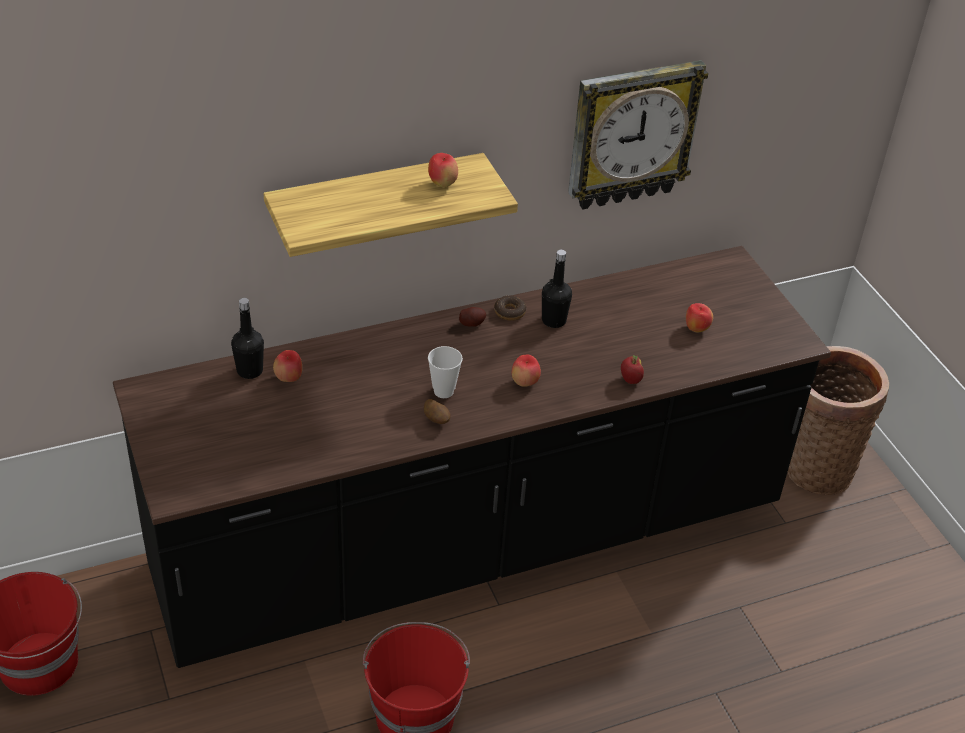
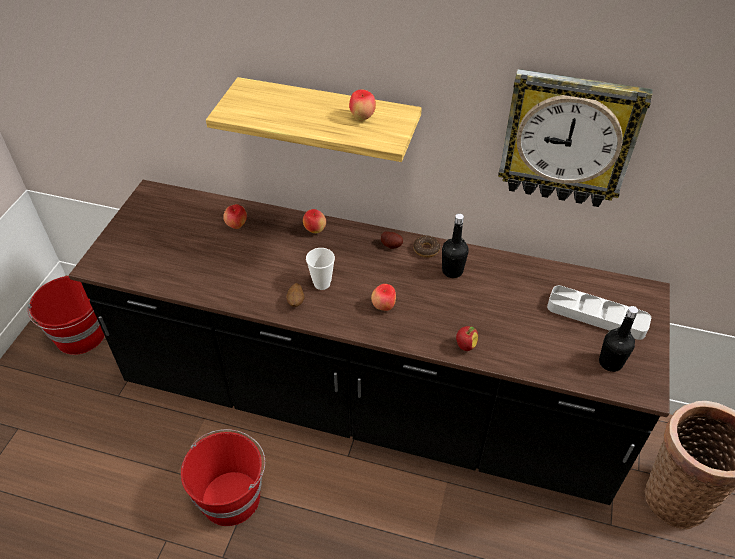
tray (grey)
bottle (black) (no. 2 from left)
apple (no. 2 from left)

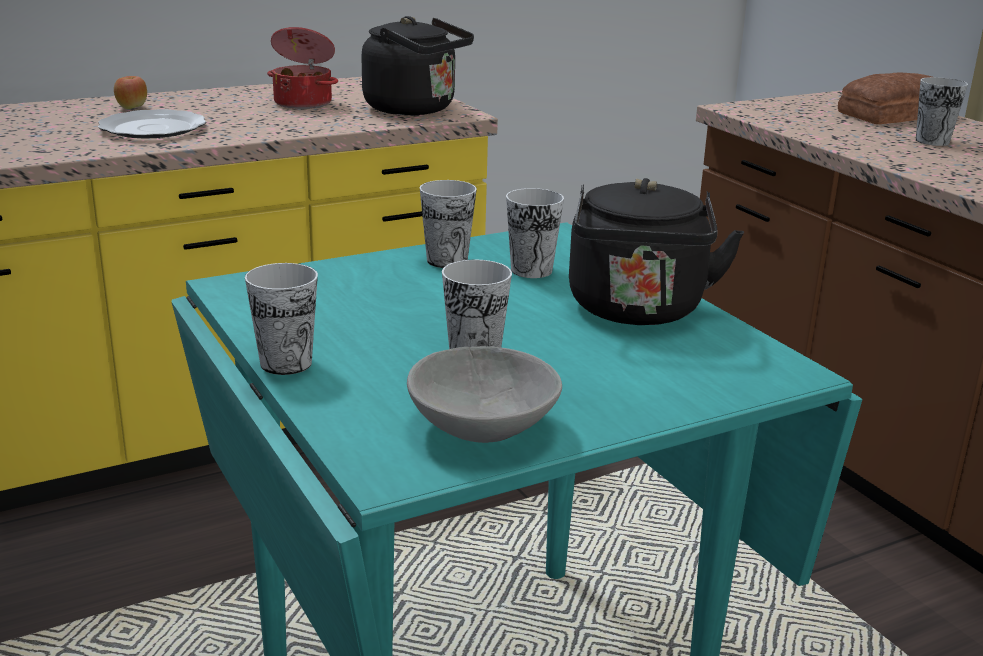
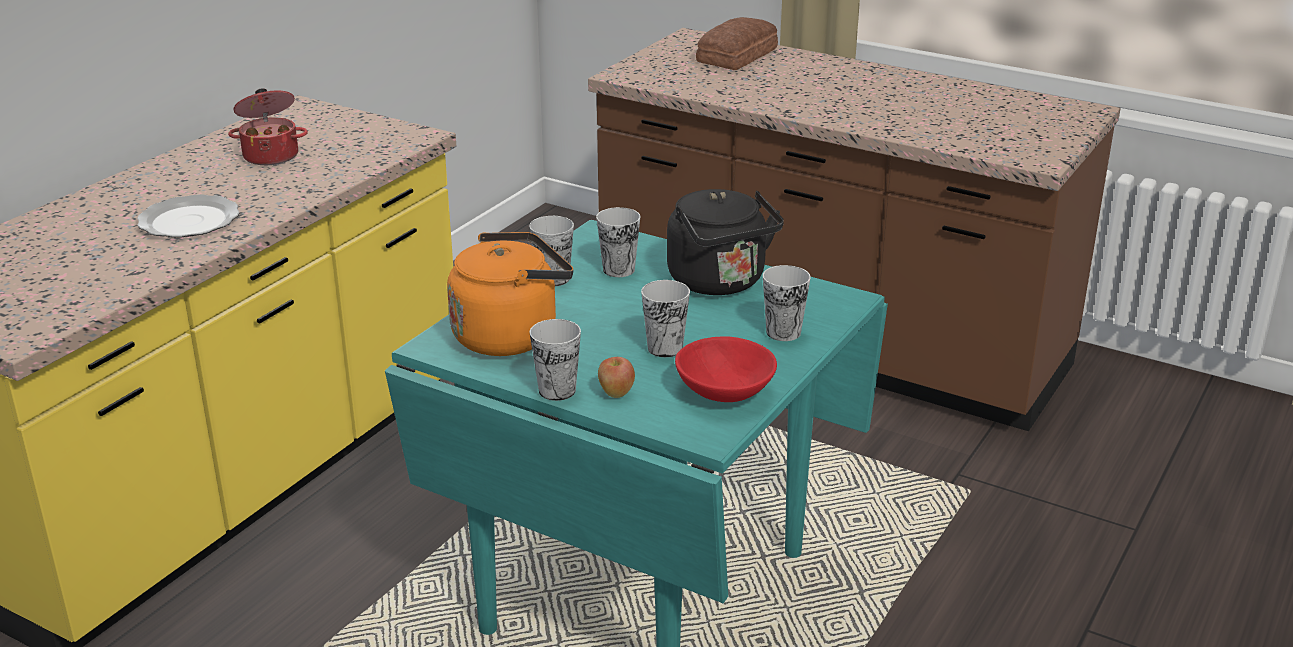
kettle (black) (no. 1 from left in the first image)
kettle (orange)
apple
cup (no. 5 from left)
bowl (red)

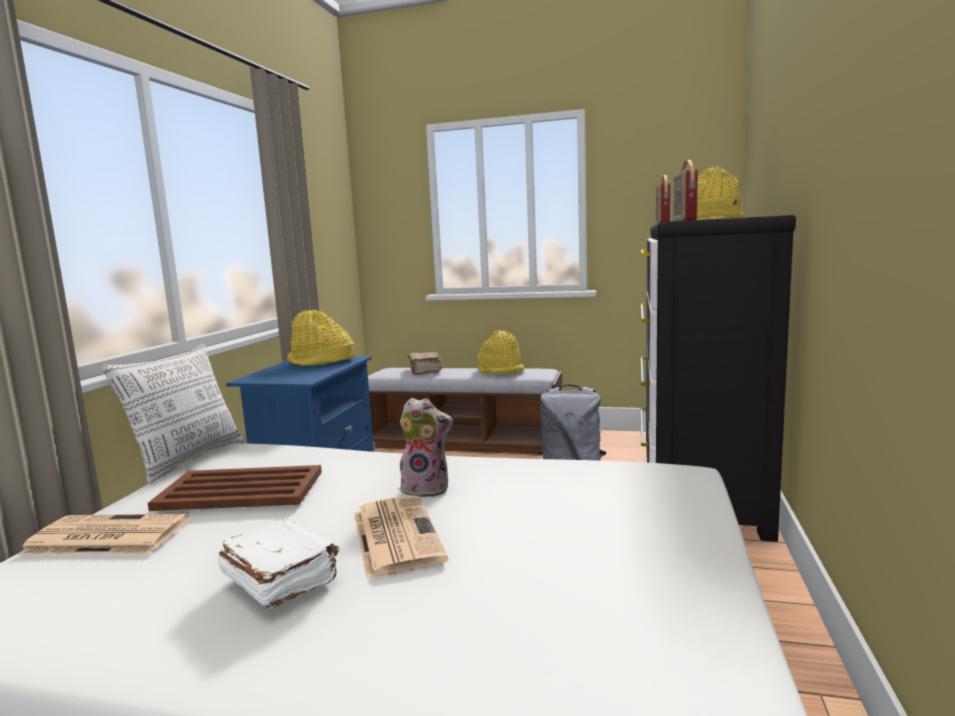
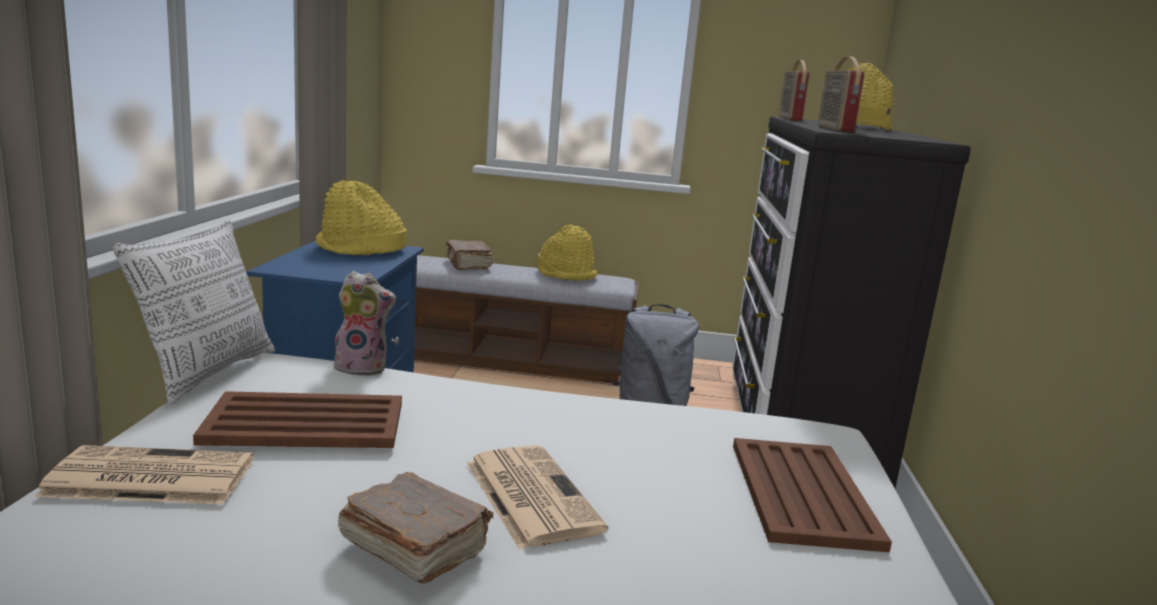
tray (brown) (no. 2 from left)
plush toy
book (brown) (no. 1 from left)

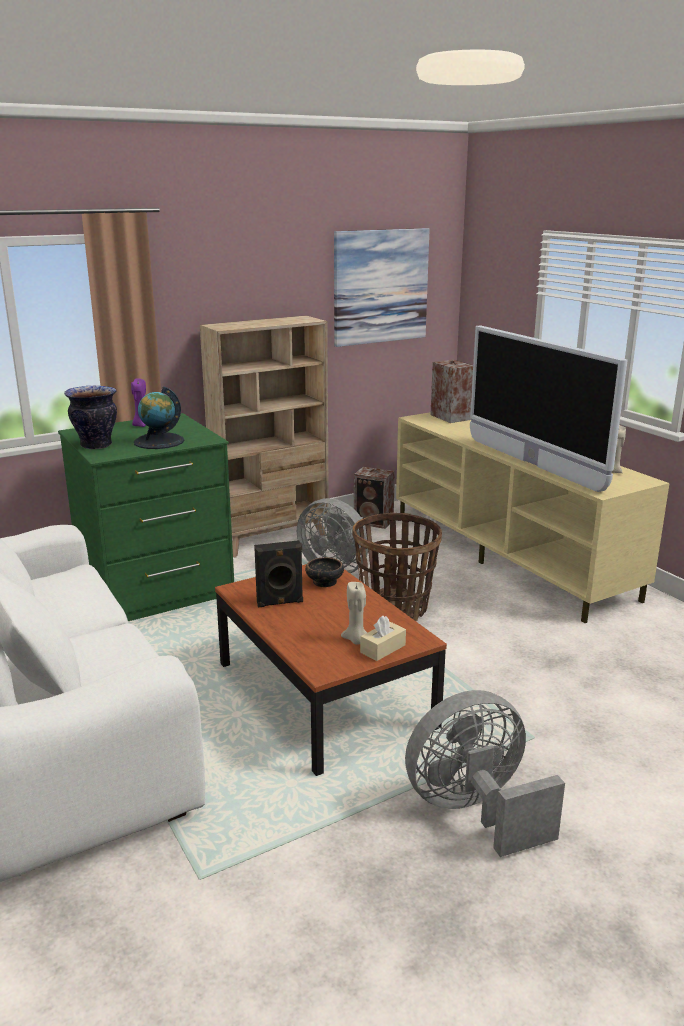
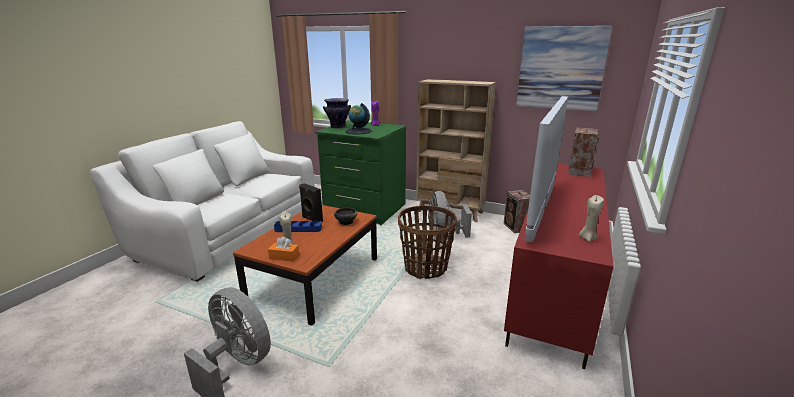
tray (blue)
tissue box (orange)
tv stand (red)

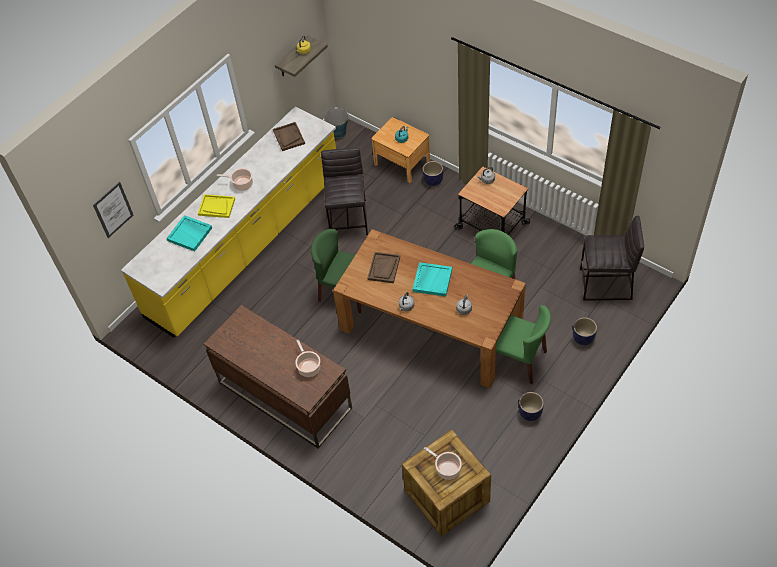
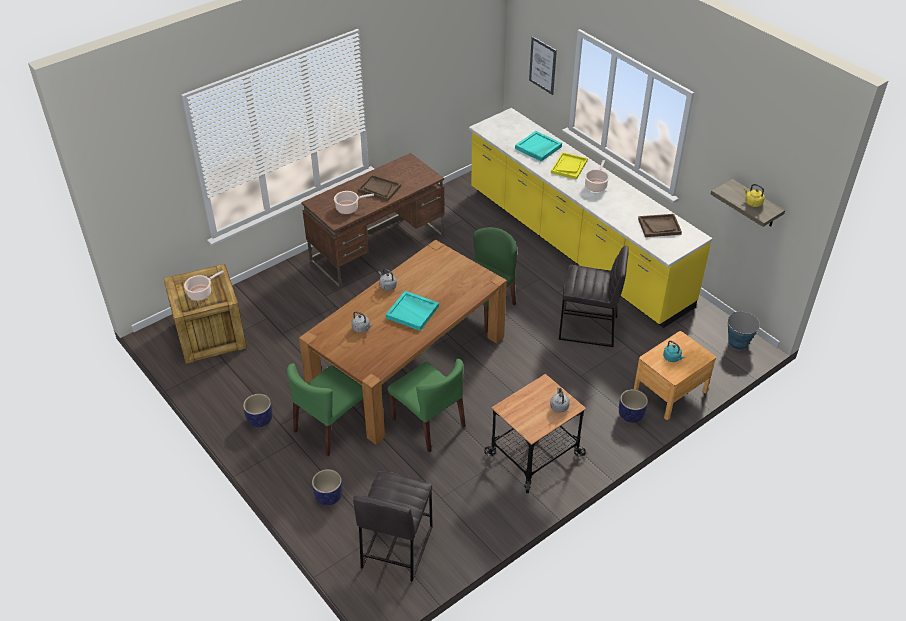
tray (brown) (no. 1 from left)

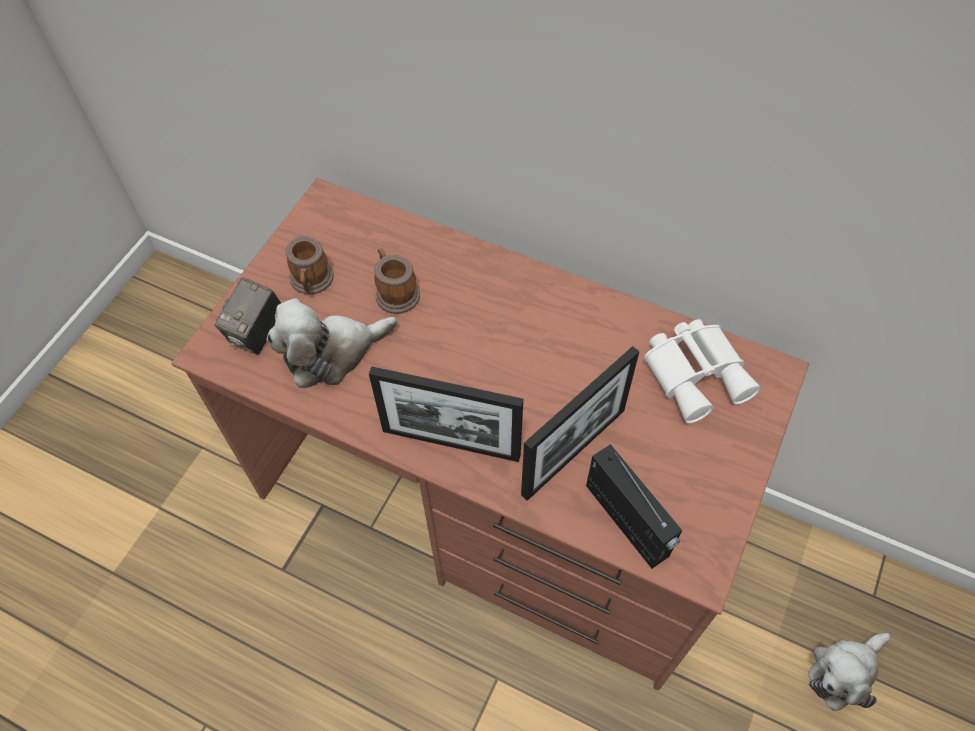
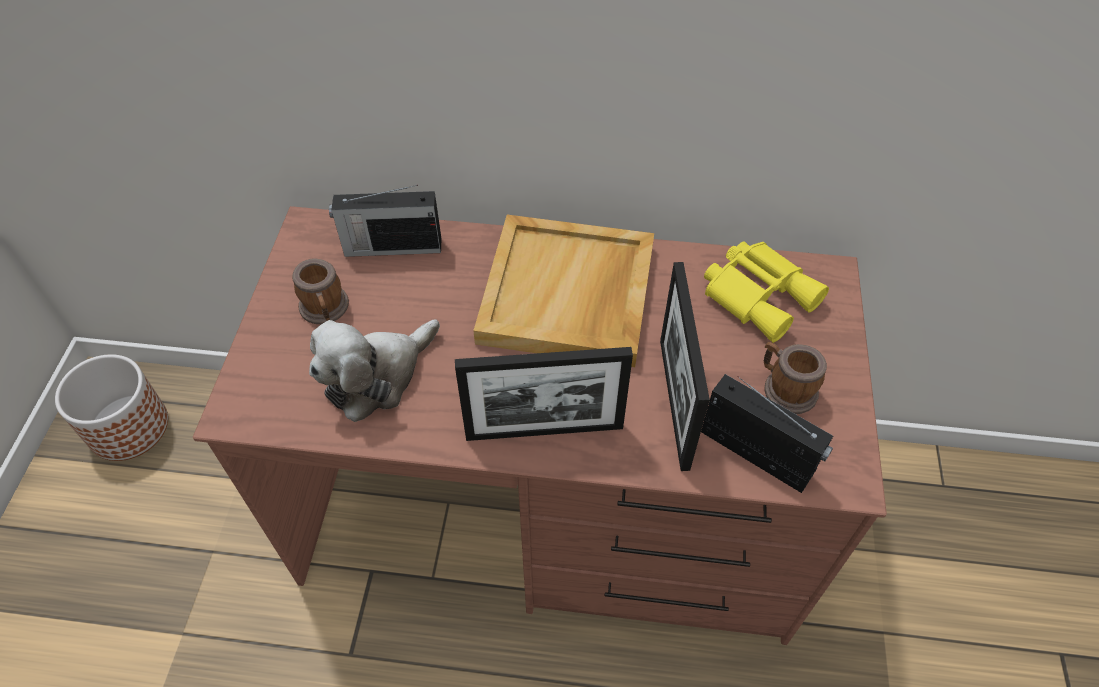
photo camera
plush toy (no. 2 from left in the first image)
planter
radio (no. 1 from left)
tray (beige)
mug (no. 2 from left)
binoculars (yellow)
picture frame (no. 2 from left)

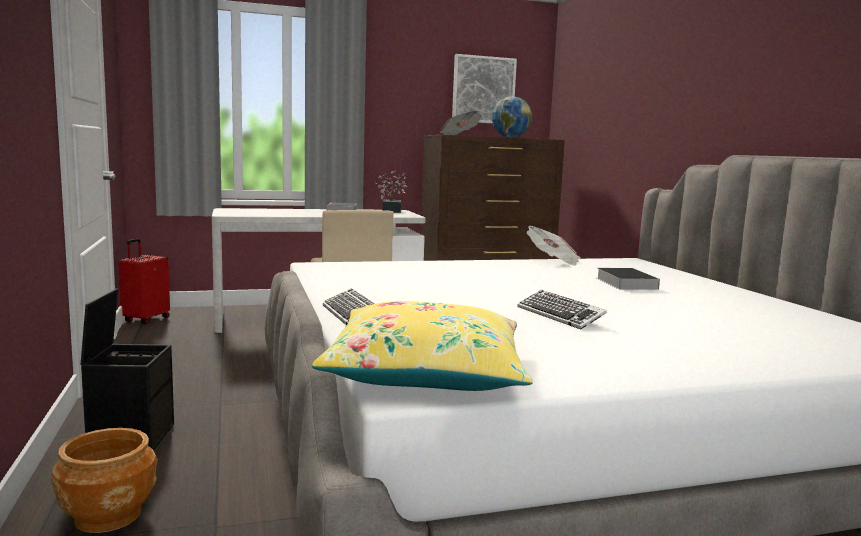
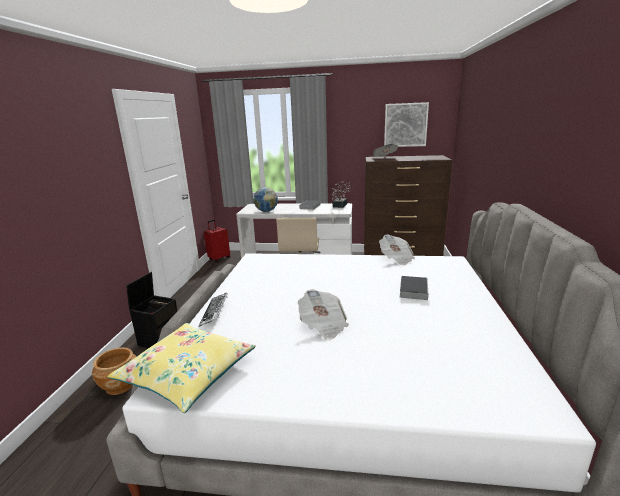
globe
newspaper (no. 1 from left)

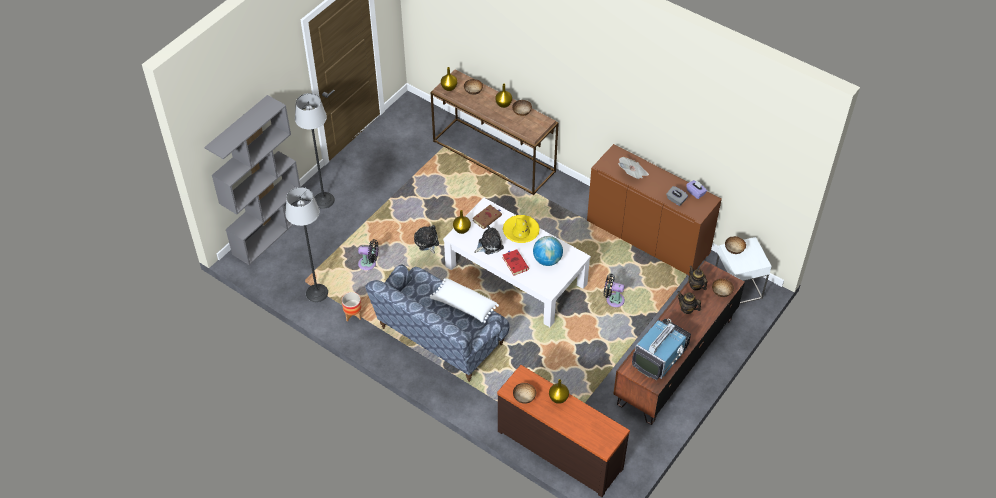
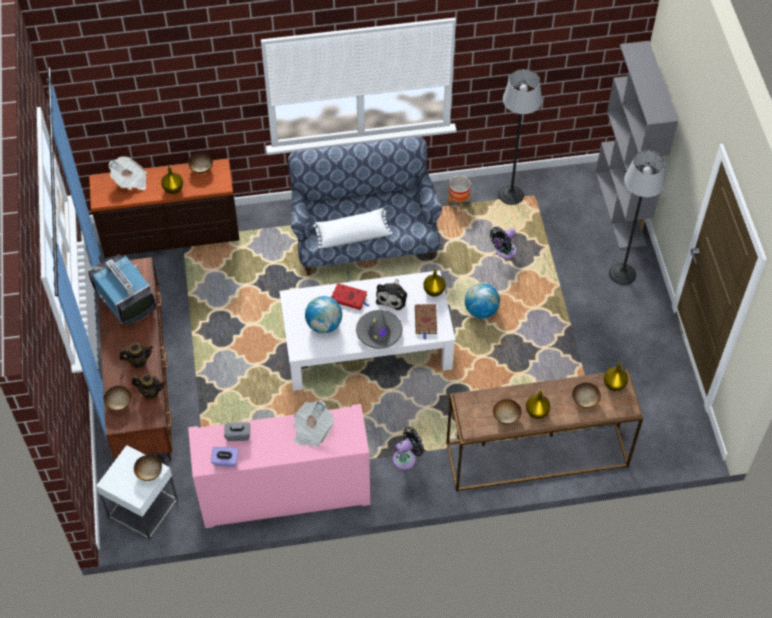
newspaper (no. 1 from left)
fan (black) (no. 1 from left)
globe (no. 2 from left)
hat (grey)
cabinet (pink)
television

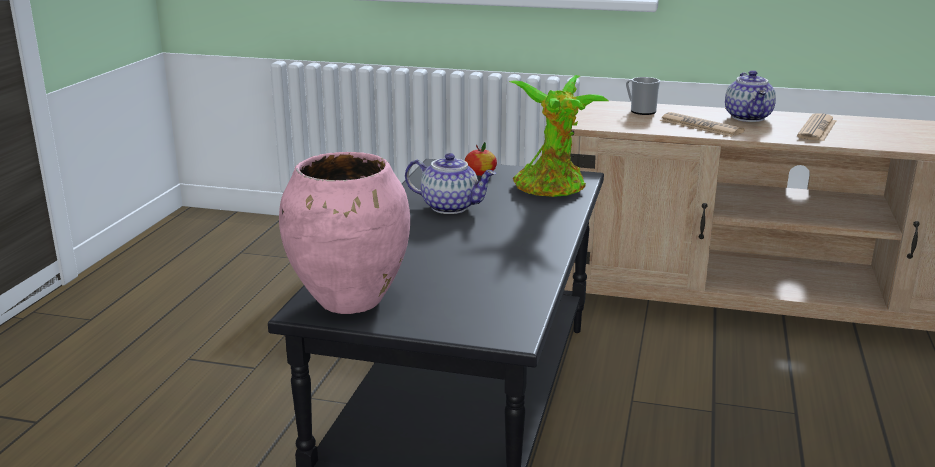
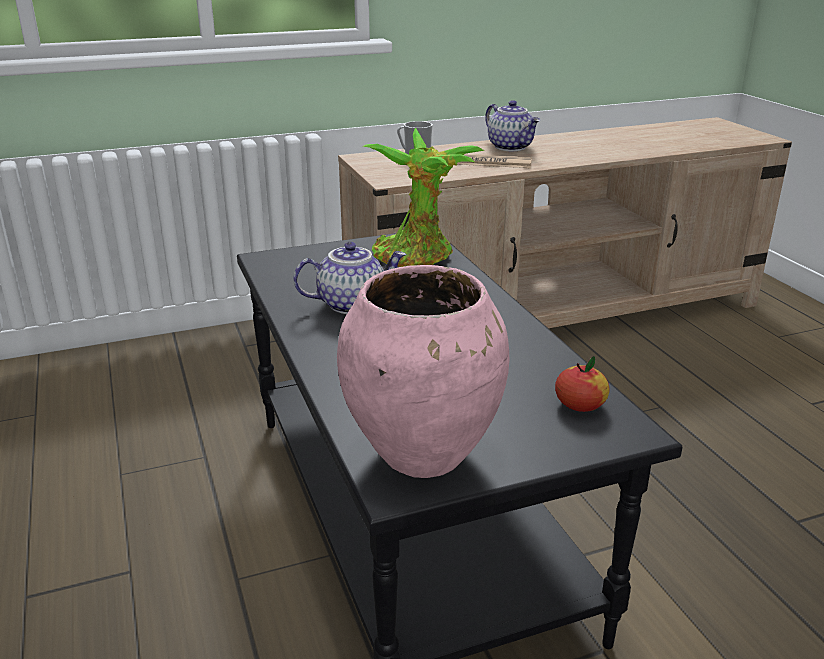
newspaper (no. 2 from left in the first image)
apple

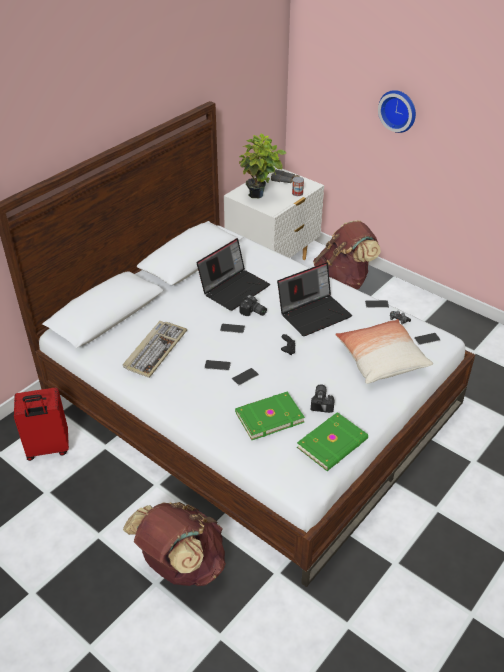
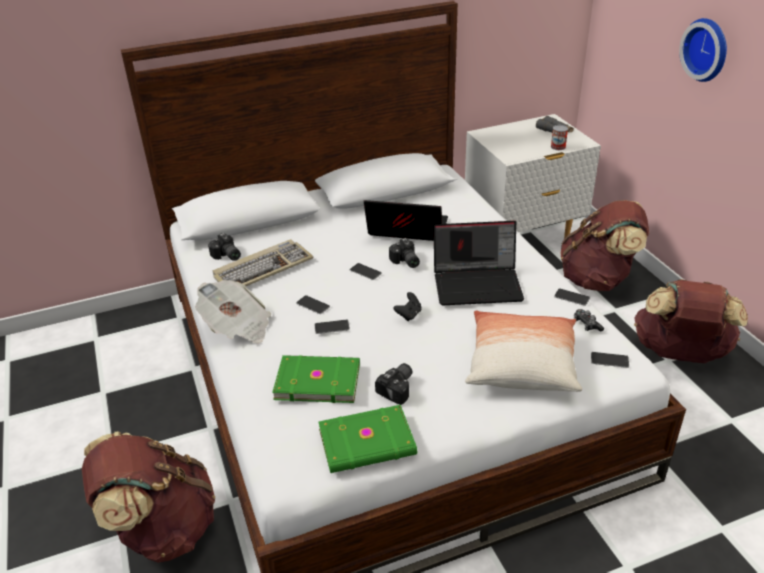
suitcase (red)
potted plant
newspaper
photo camera (no. 1 from left)
backpack (brown) (no. 3 from left)
laptop (no. 1 from left)

